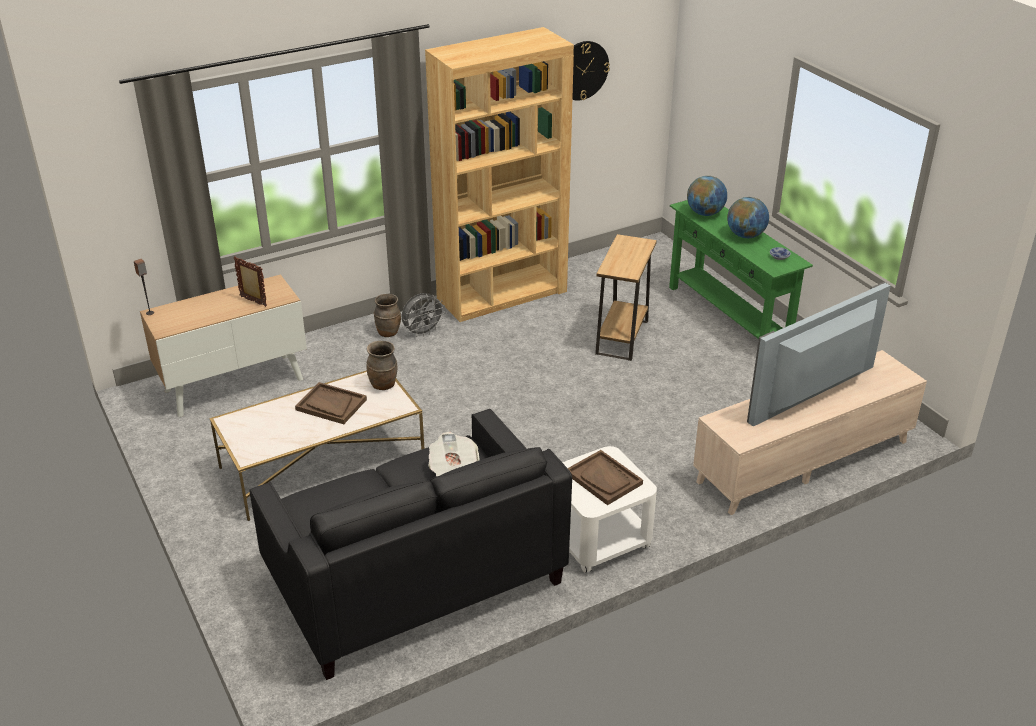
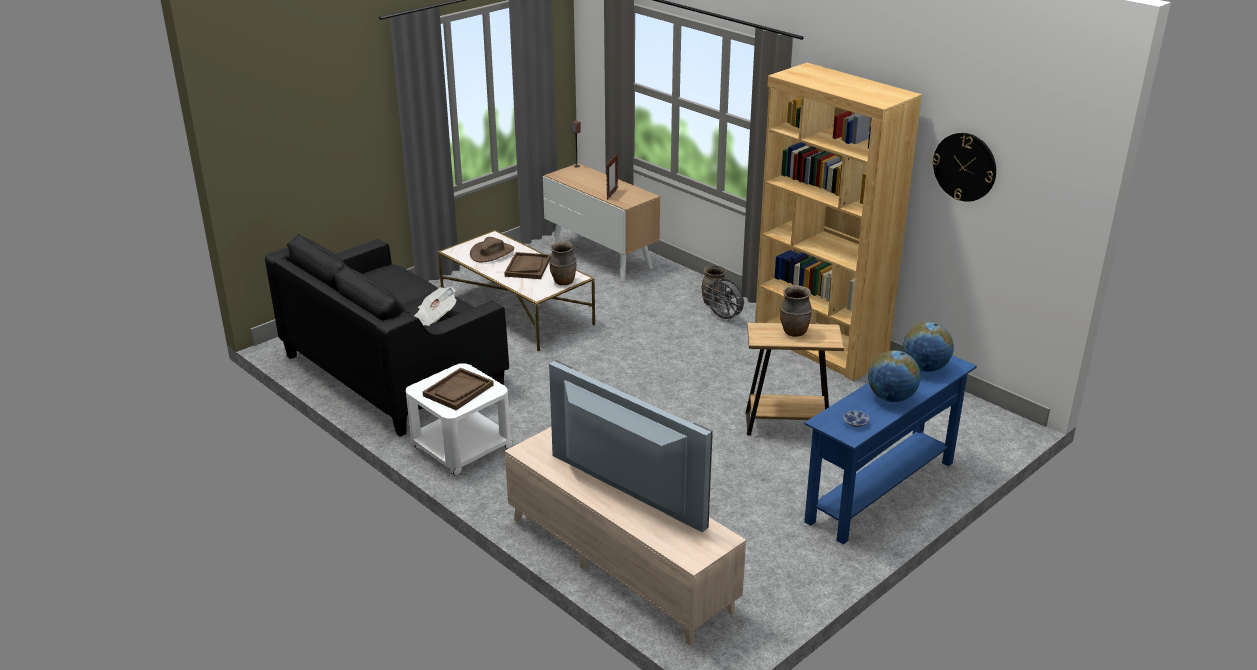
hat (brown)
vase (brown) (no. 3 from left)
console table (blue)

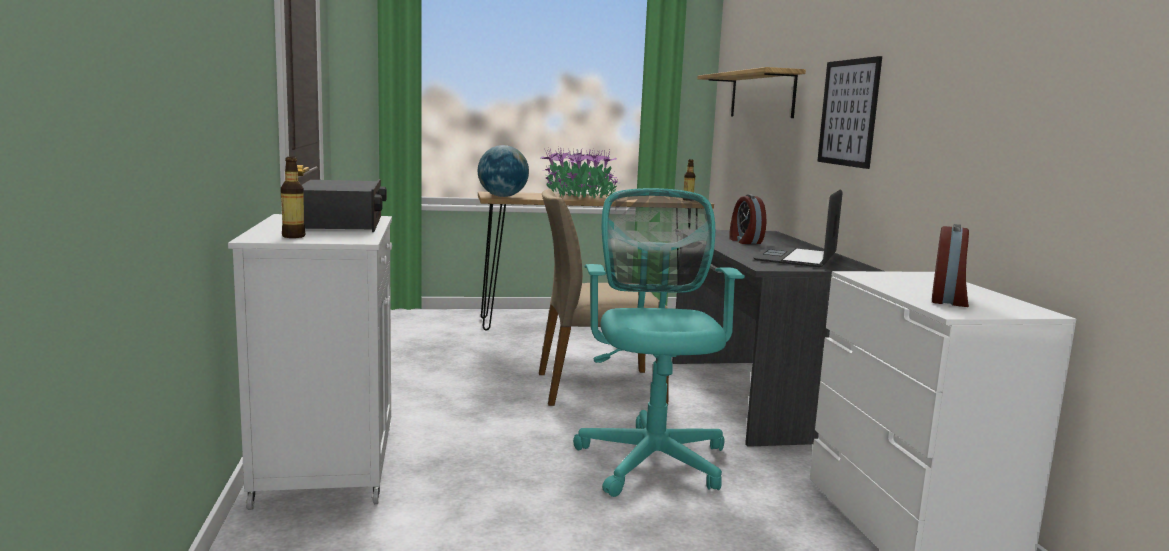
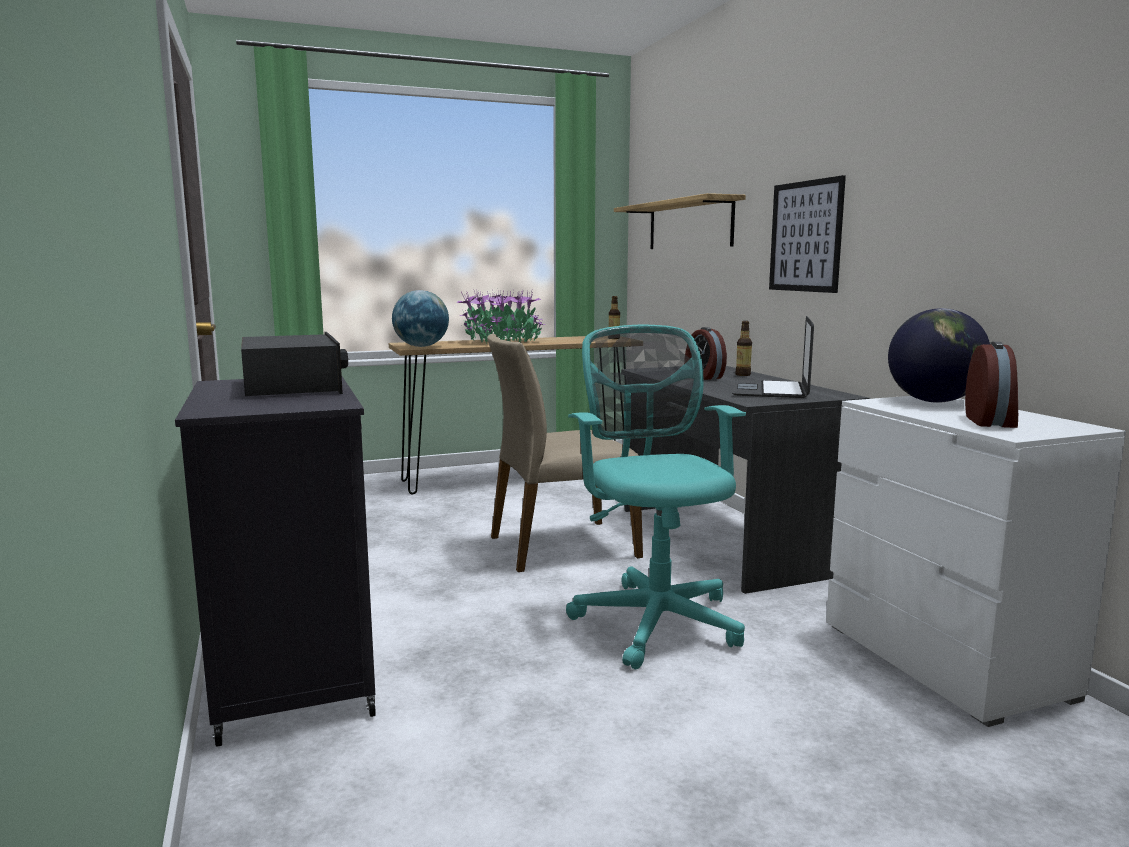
globe (no. 2 from left)
bottle (no. 2 from left)
cabinet (black)

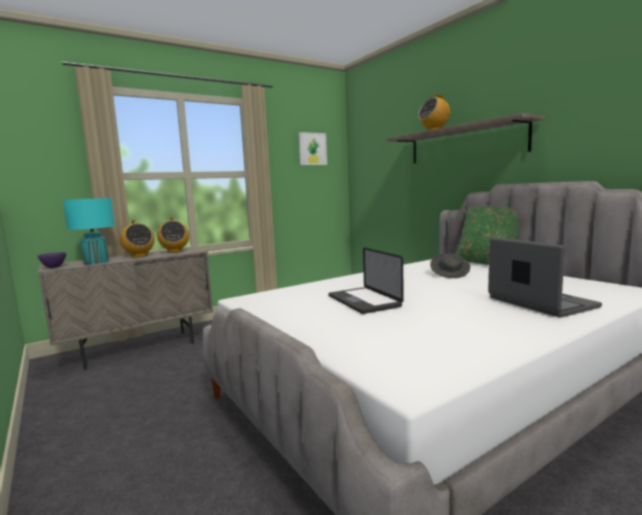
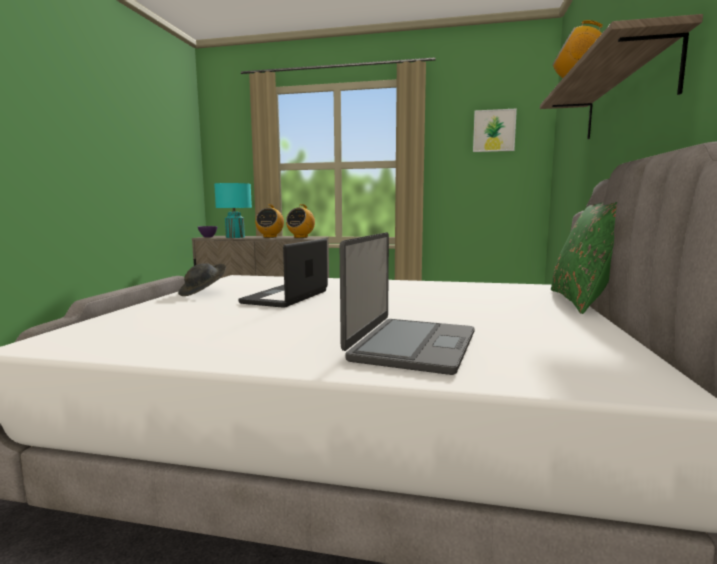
hat (grey)

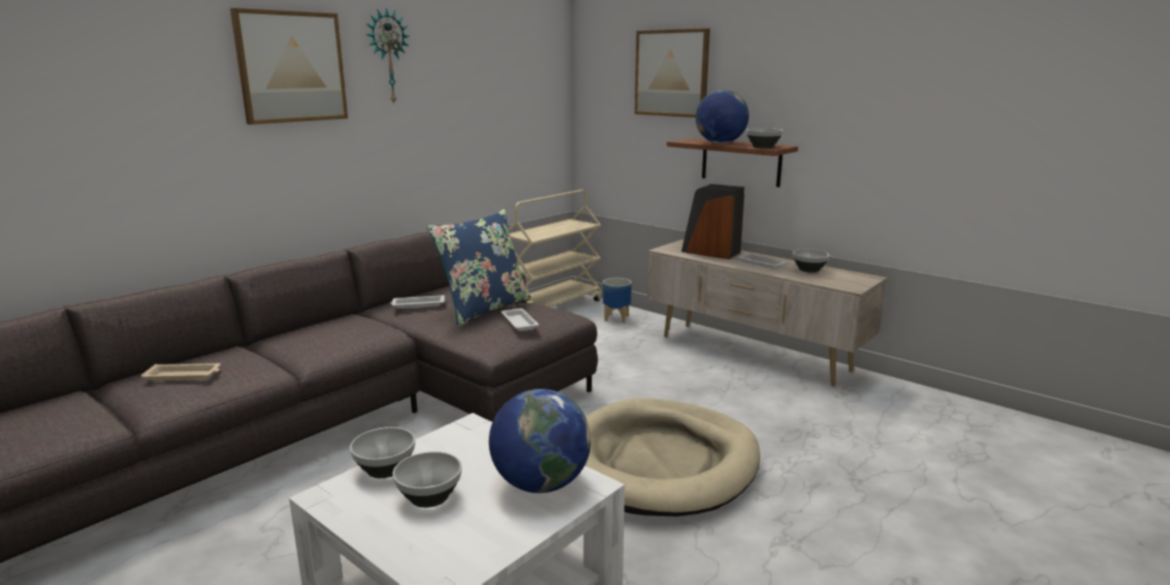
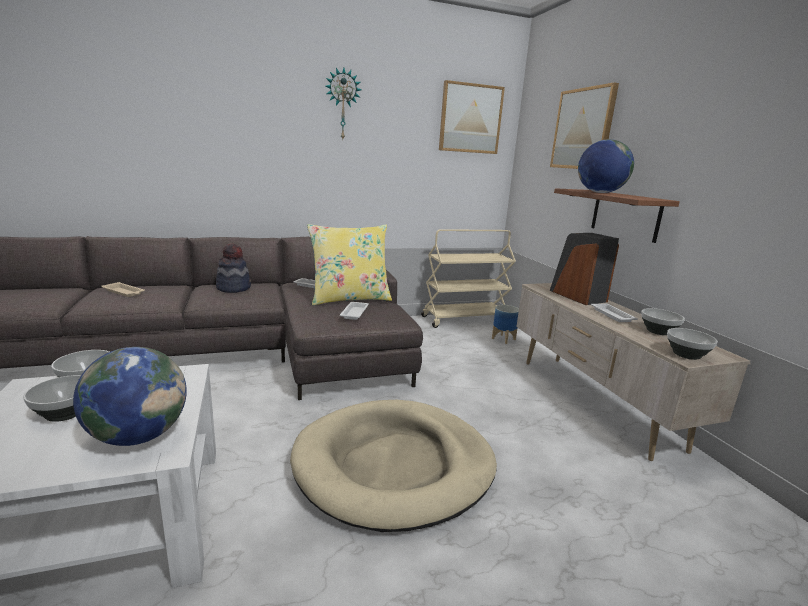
hat
picture (no. 1 from left)
bowl (no. 4 from left)
pillow (yellow)

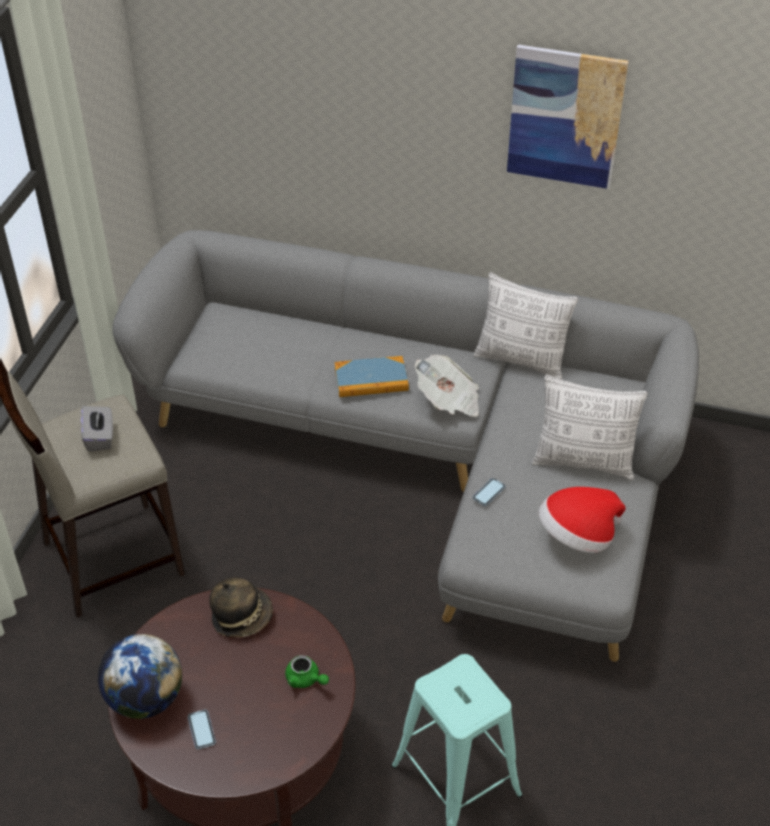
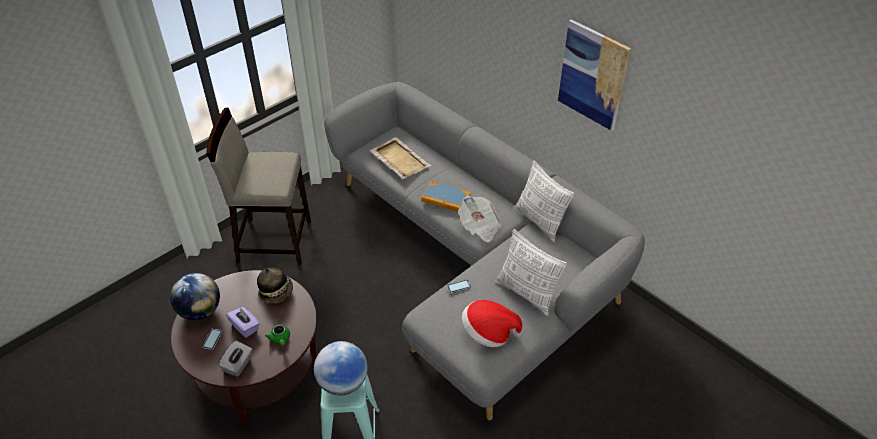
tissue box (purple)
globe (no. 2 from left)
tray (beige)
tissue box (grey)

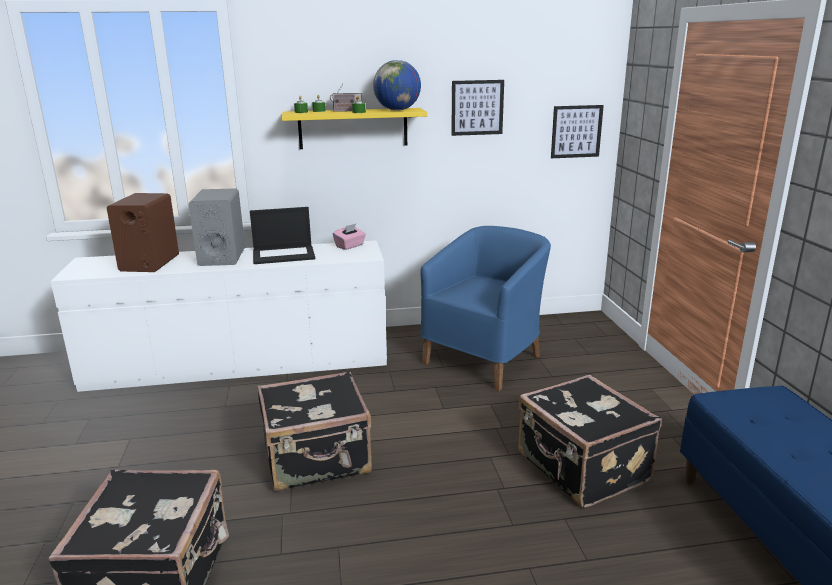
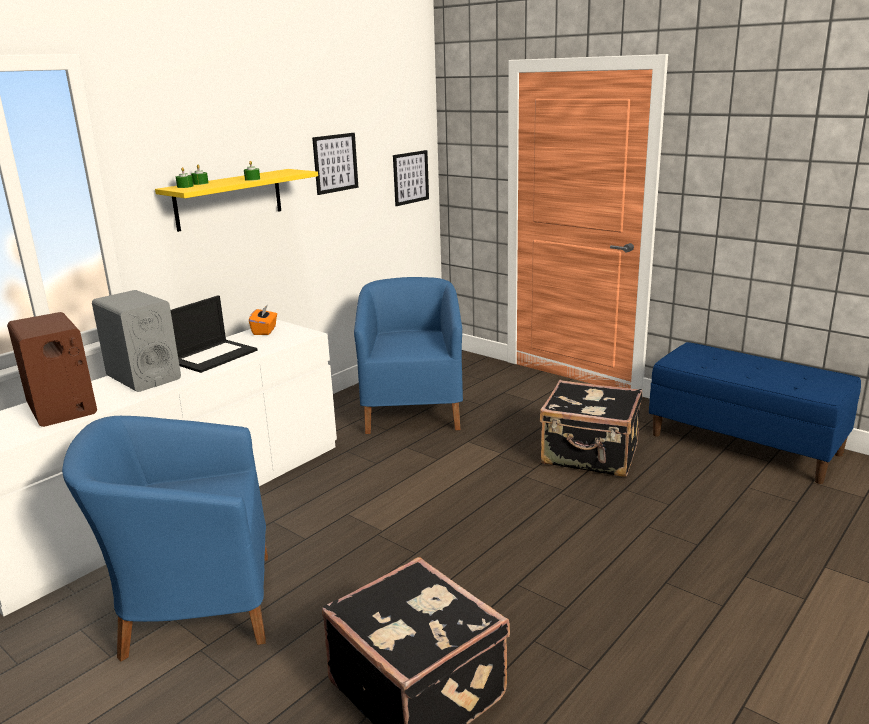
suitcase (black) (no. 2 from left in the first image)
radio
globe
armchair (blue) (no. 1 from left)
tissue box (orange)

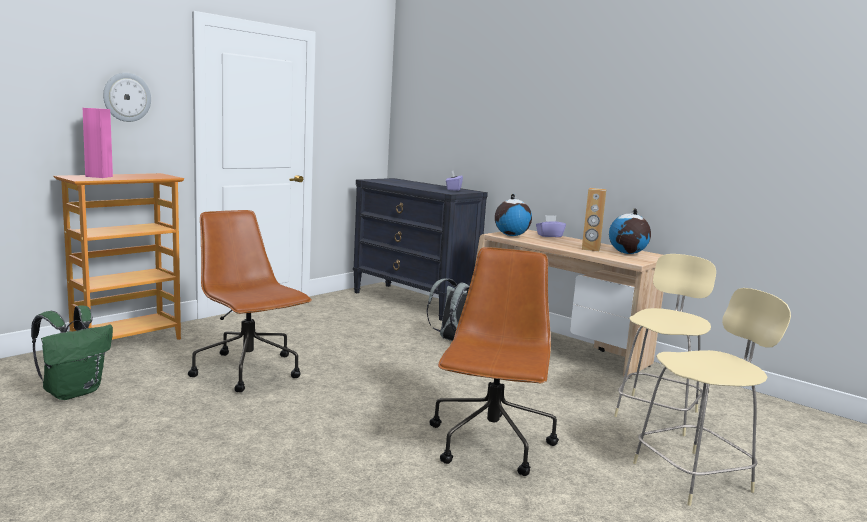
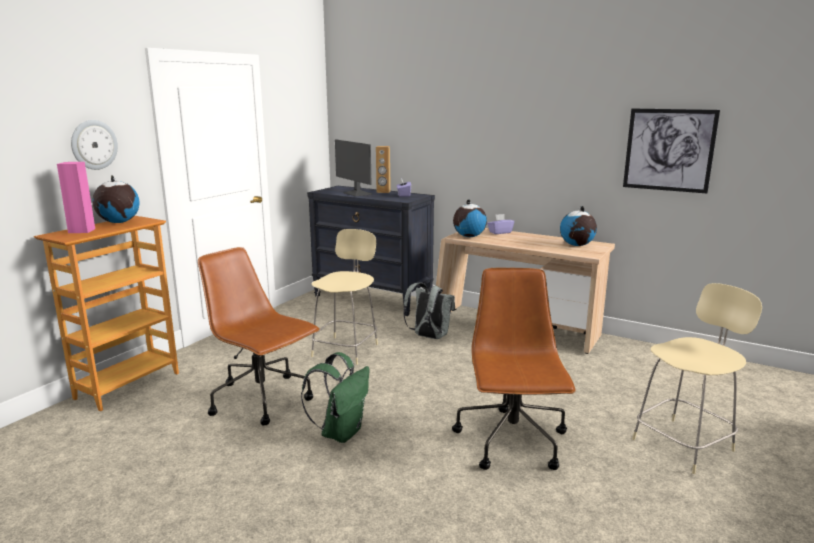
globe (no. 1 from left)
monitor
picture
backpack (green)
speaker (brown)
chair (beige) (no. 1 from left)

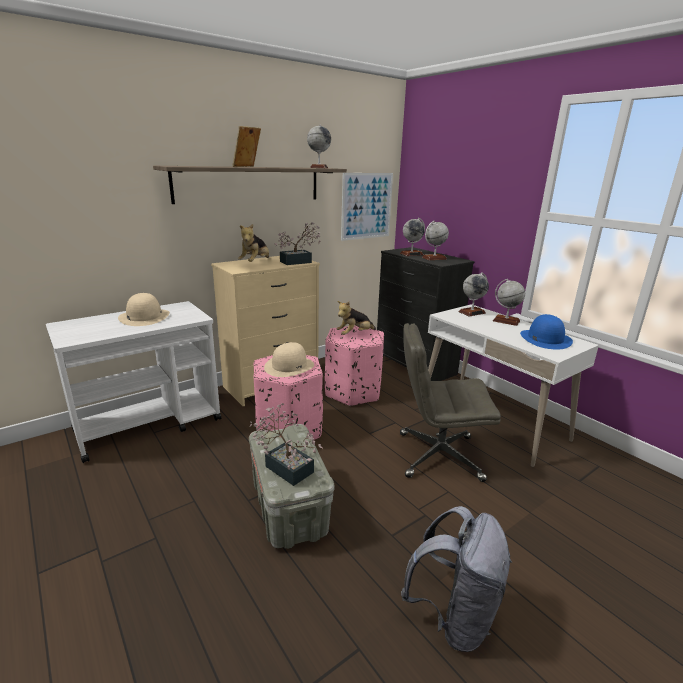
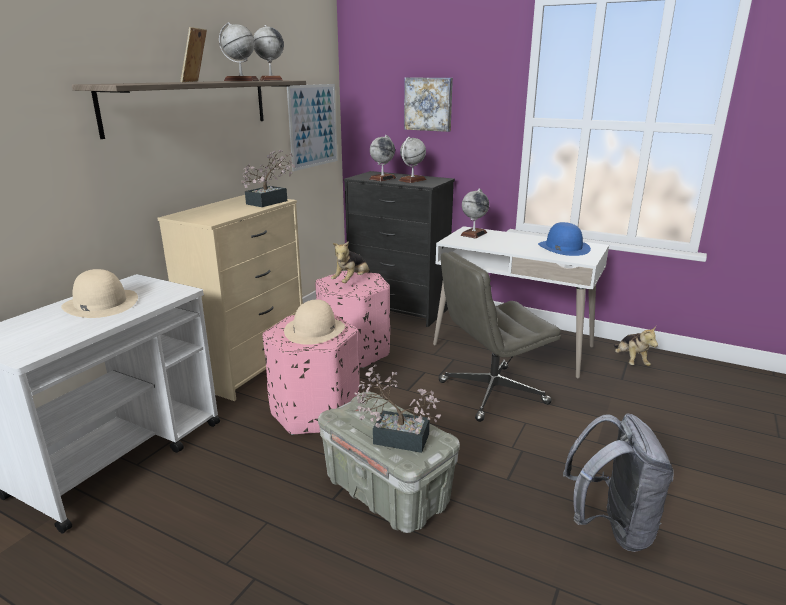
picture (no. 2 from left)
plush toy (no. 2 from left)
globe (no. 1 from left)

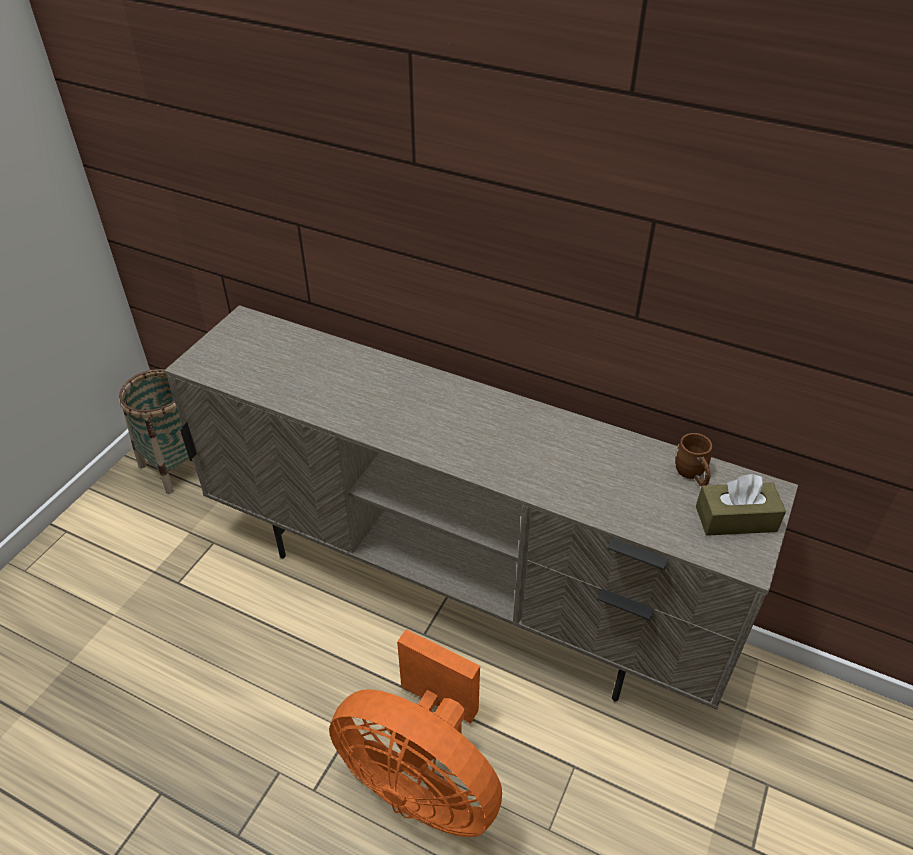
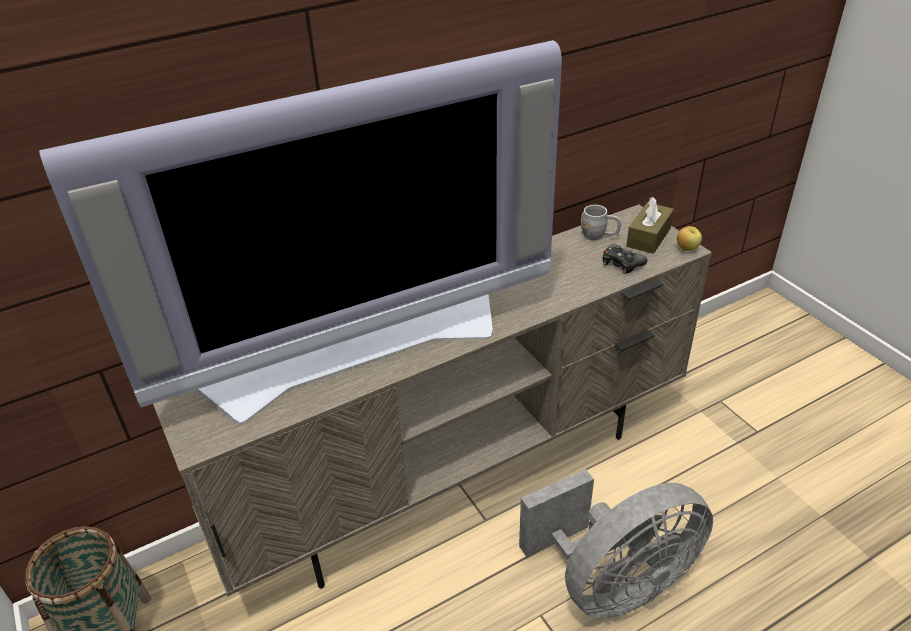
television
game controller (black)
apple
fan (grey)
mug (grey)

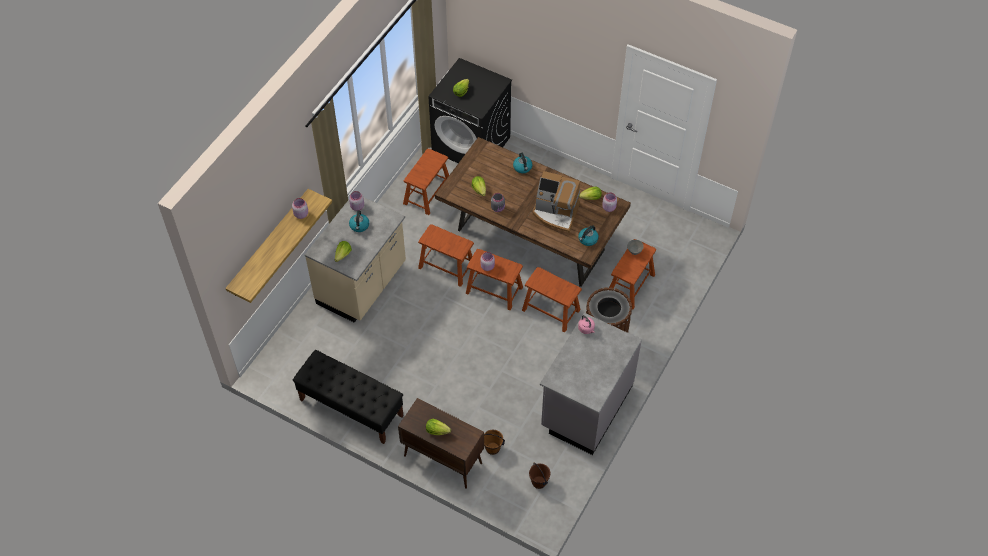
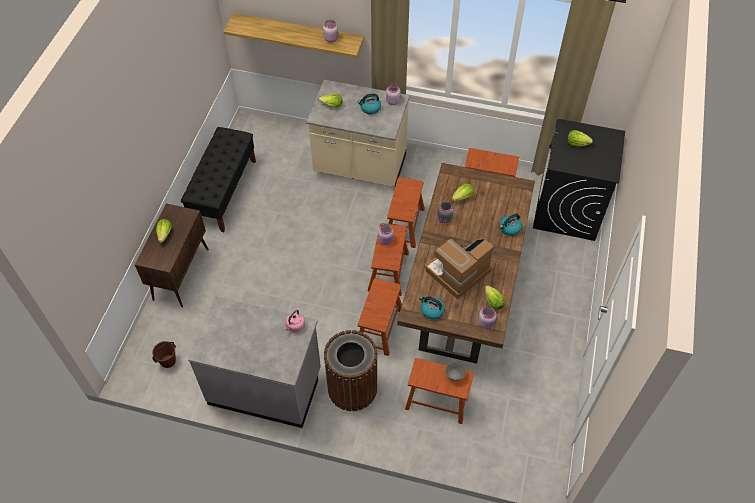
bucket (brown) (no. 1 from left in the first image)
coffee machine

